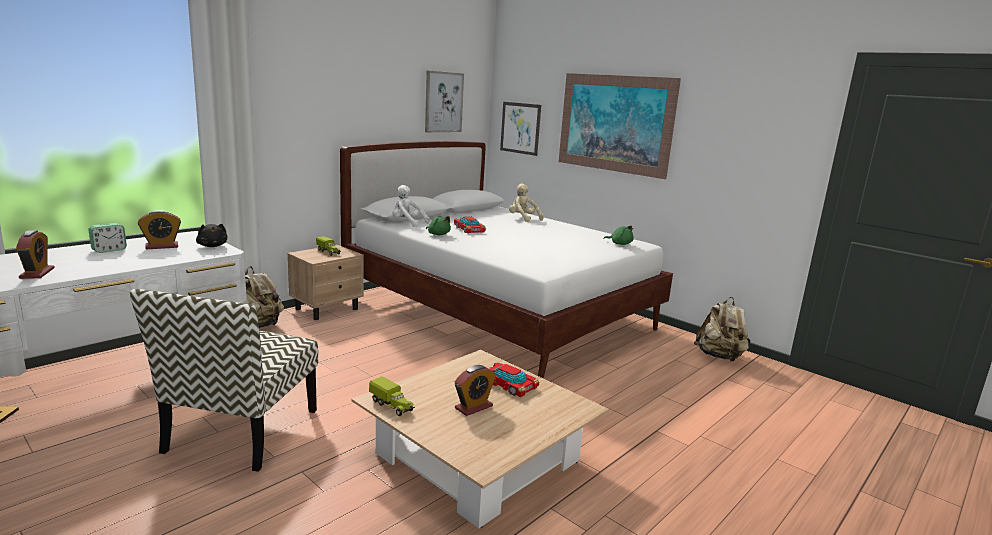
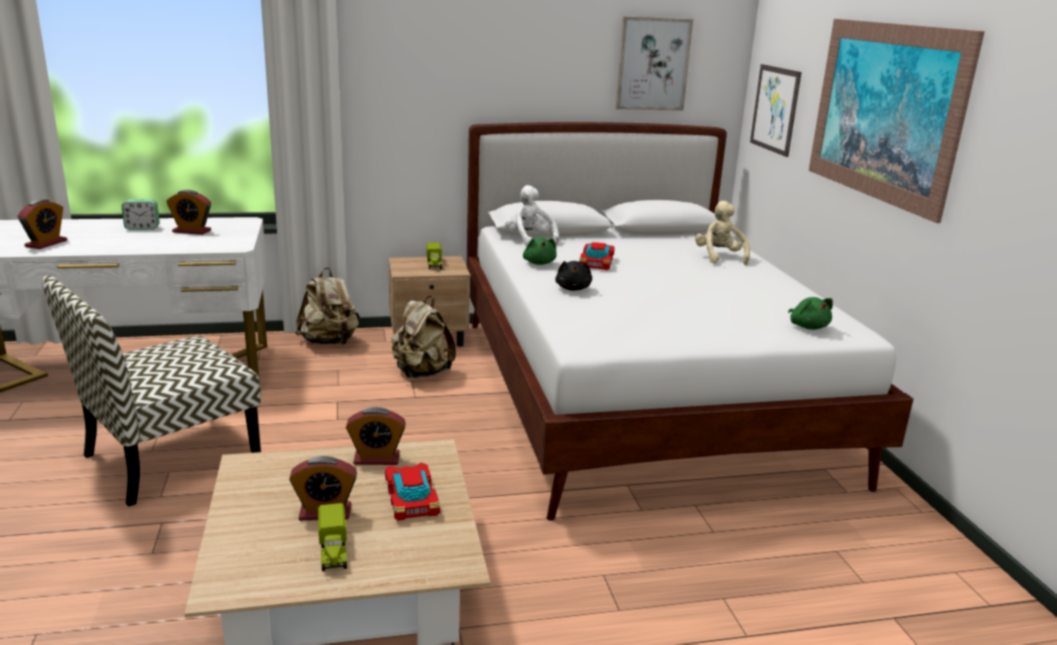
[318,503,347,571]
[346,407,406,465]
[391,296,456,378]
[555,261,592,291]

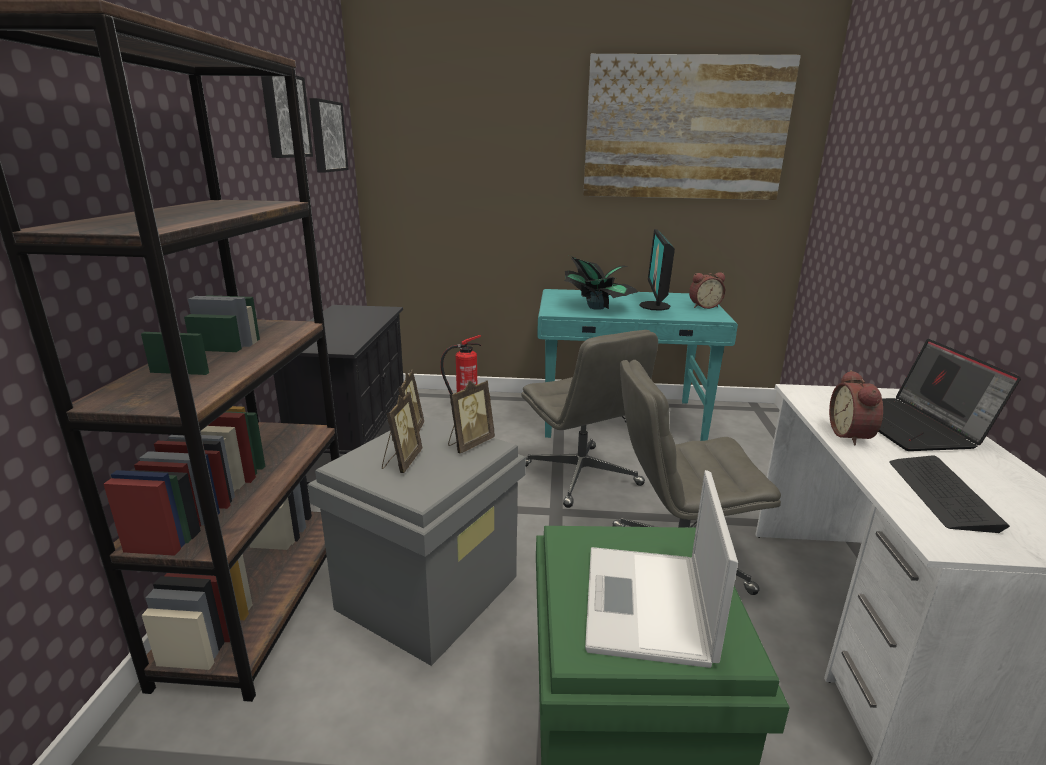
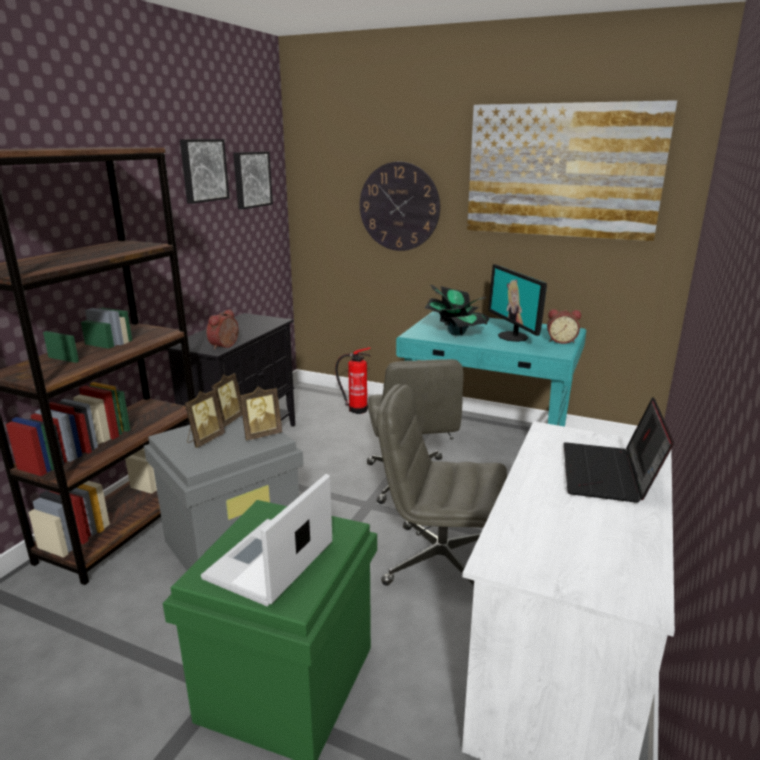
[207,309,239,350]
[360,162,440,251]
[488,264,547,342]
[889,455,1010,533] (first image)

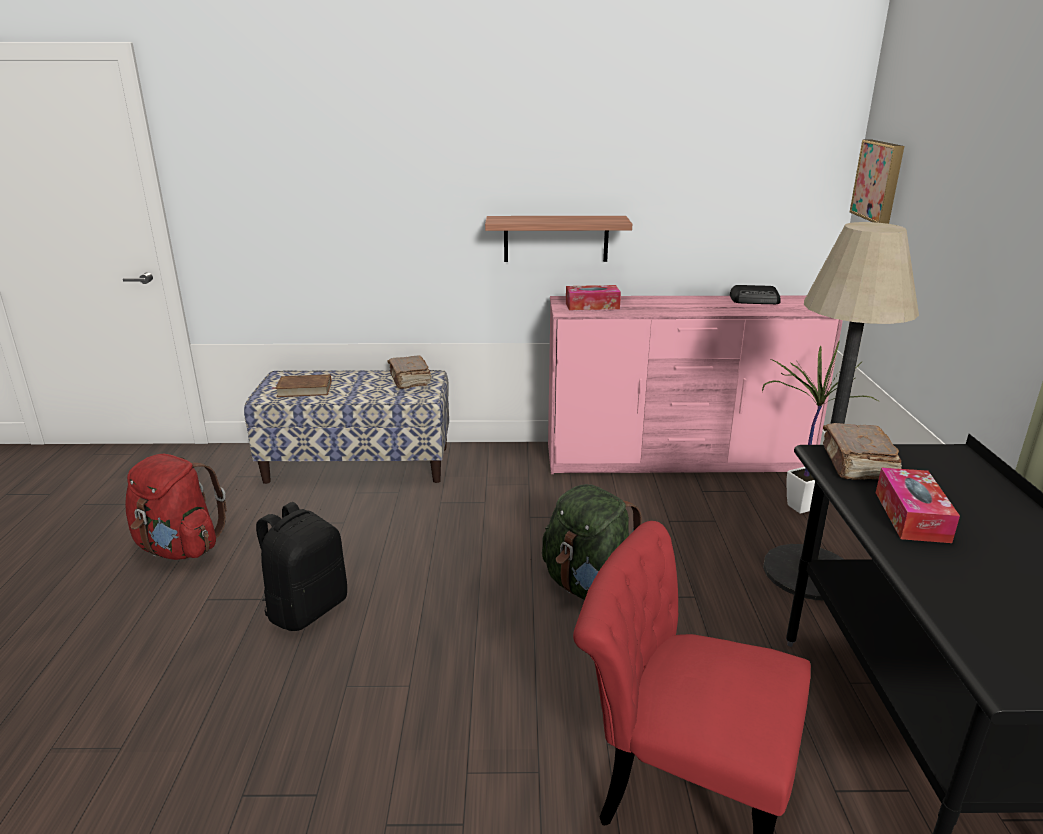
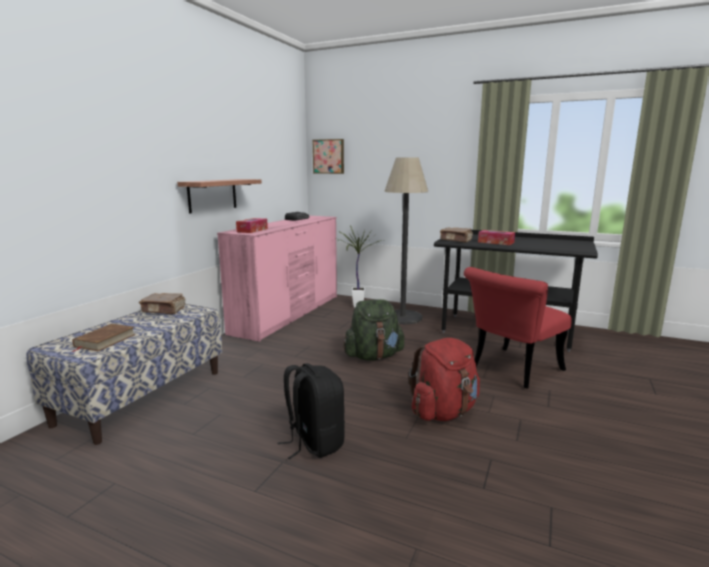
[409,338,480,421]

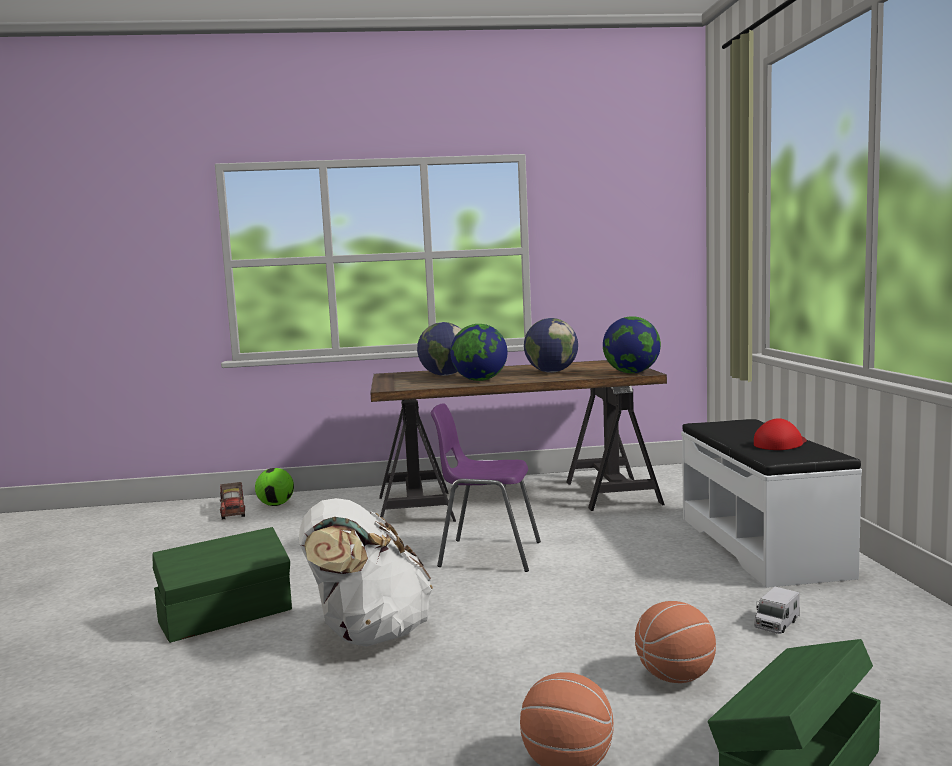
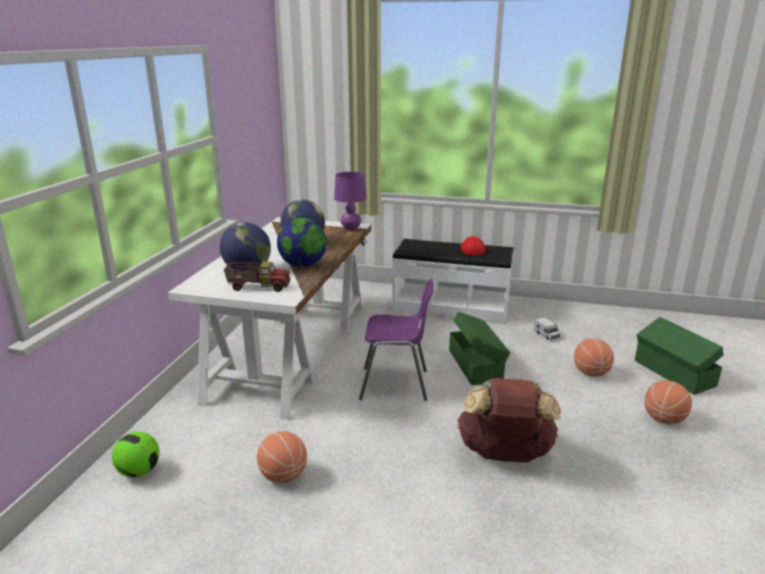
[168,217,371,420]
[224,261,290,292]
[257,431,307,483]
[334,172,367,230]
[359,279,433,401]
[449,312,511,385]
[458,378,561,462]

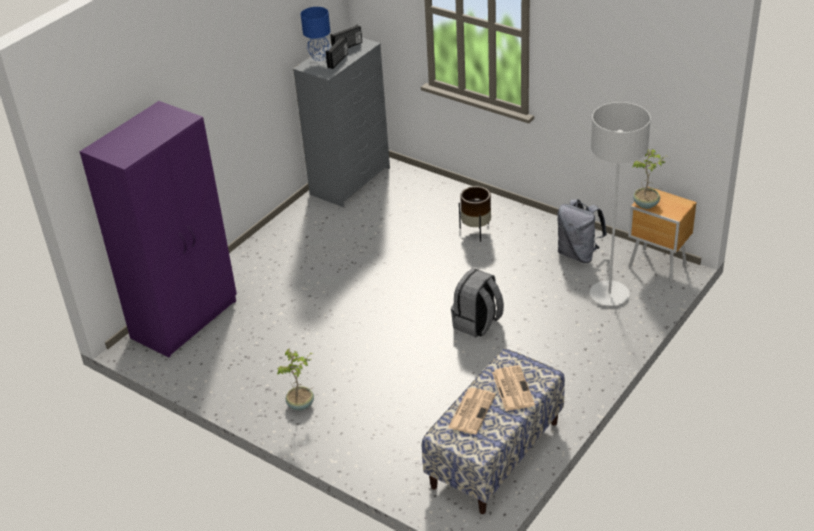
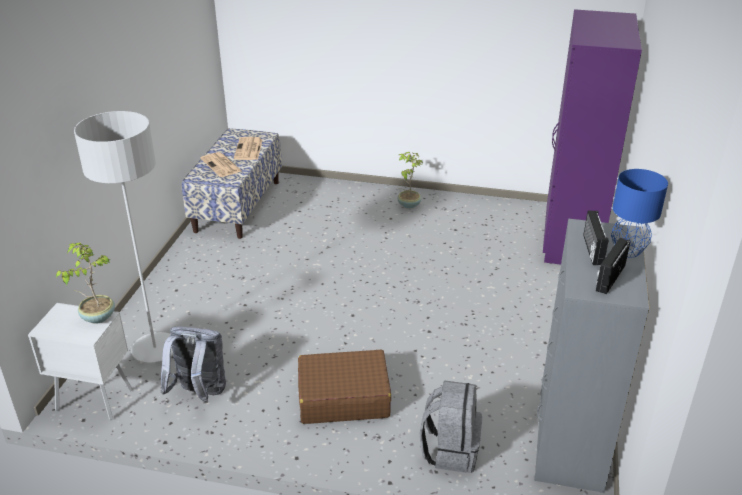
[28,303,133,420]
[298,350,391,424]
[420,380,482,473]

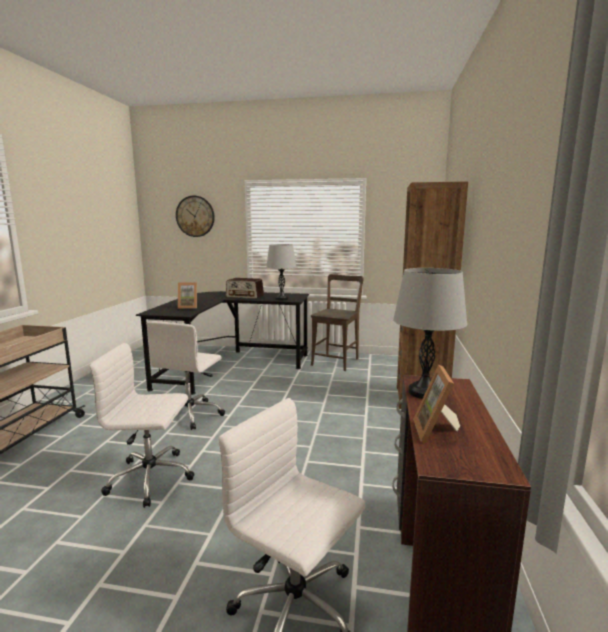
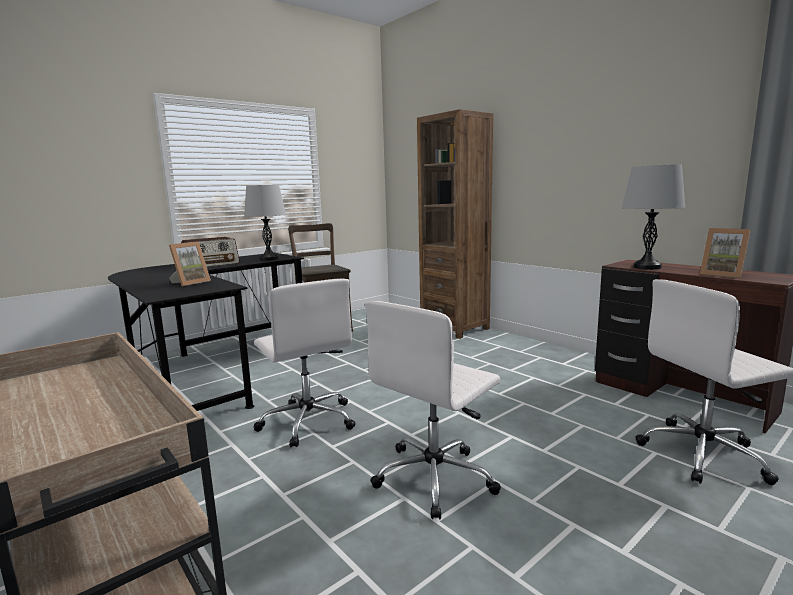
[176,196,215,237] (first image)

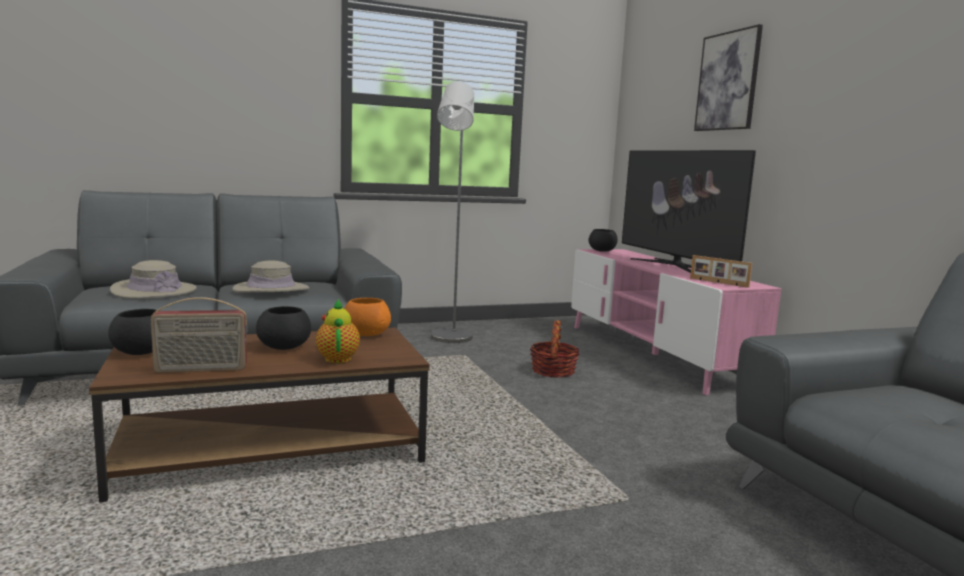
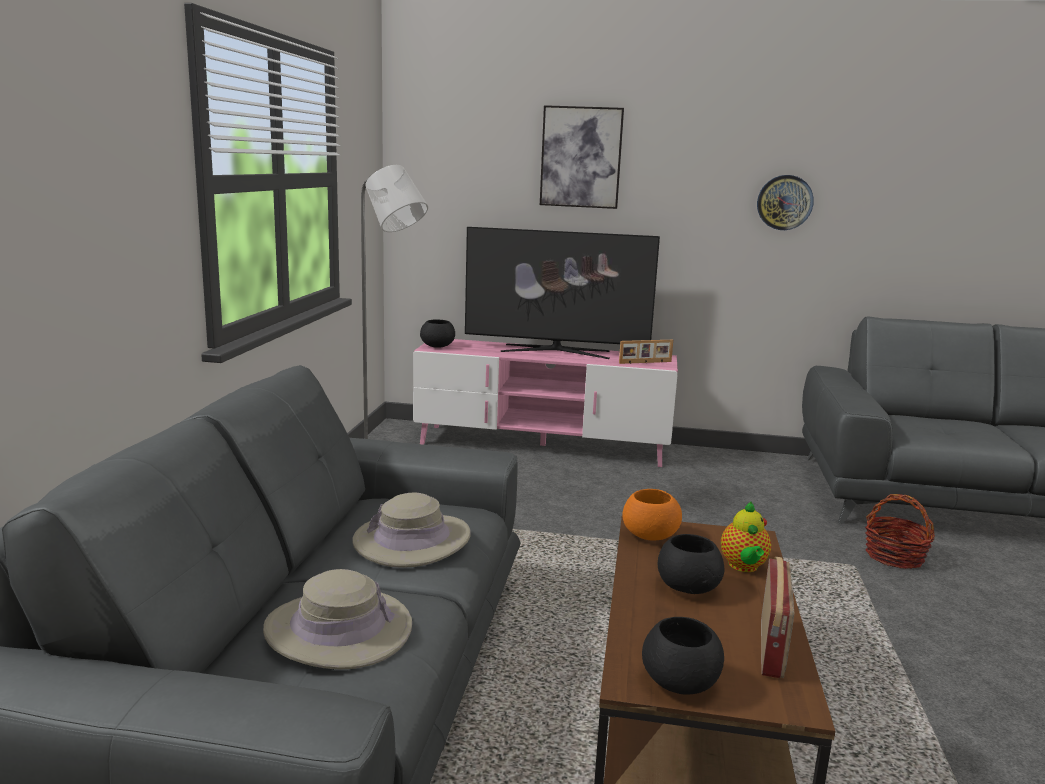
[721,502,771,572]
[757,175,814,230]
[865,494,935,569]

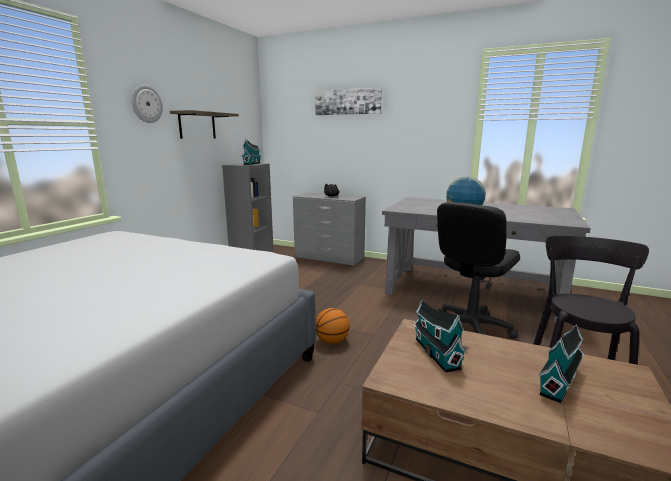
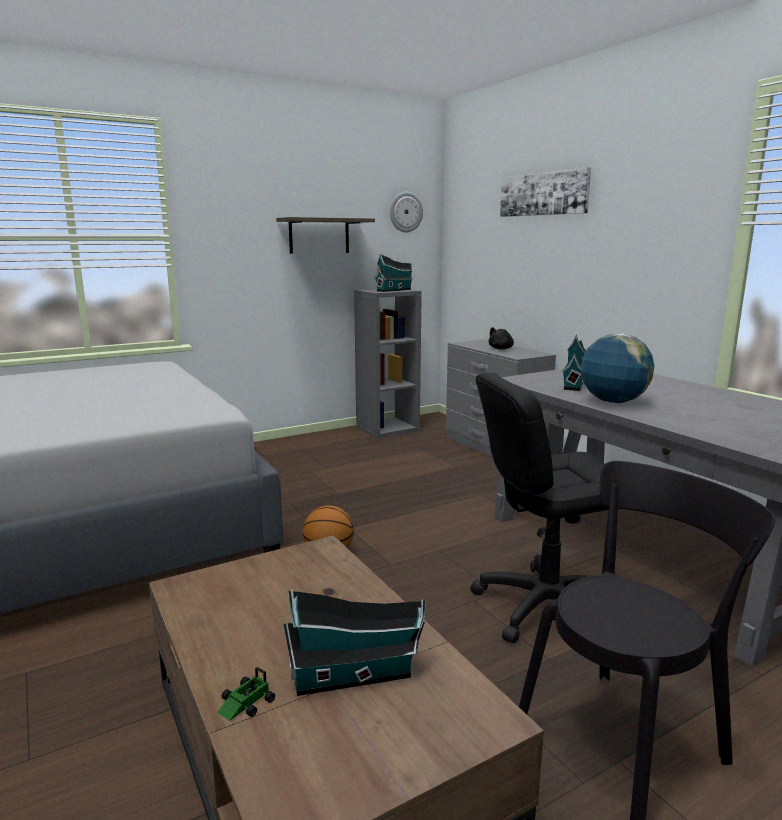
[217,667,275,721]
[390,192,423,232]
[562,334,587,391]

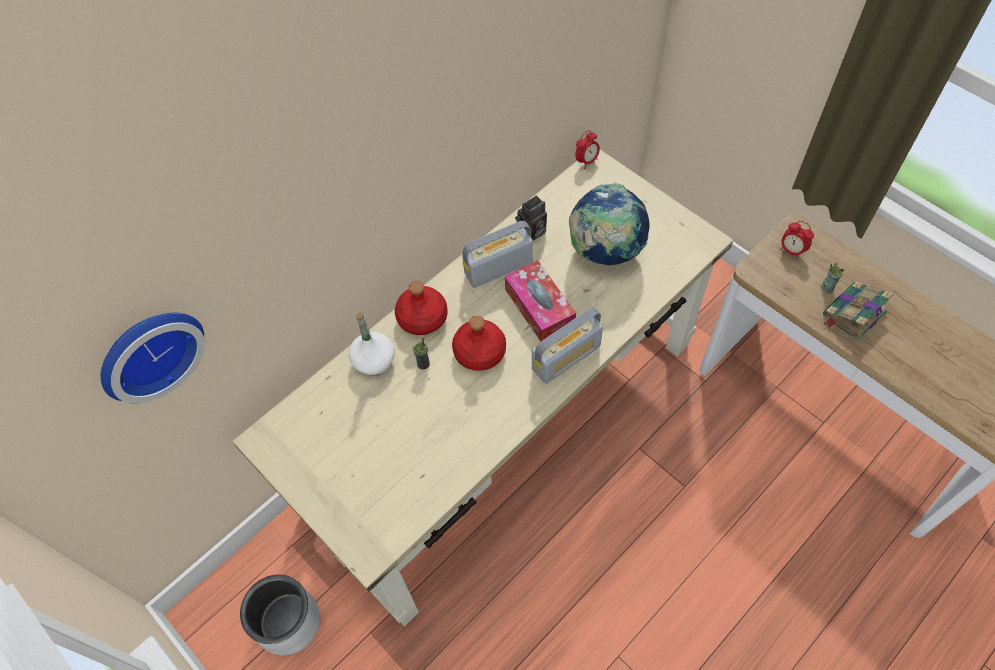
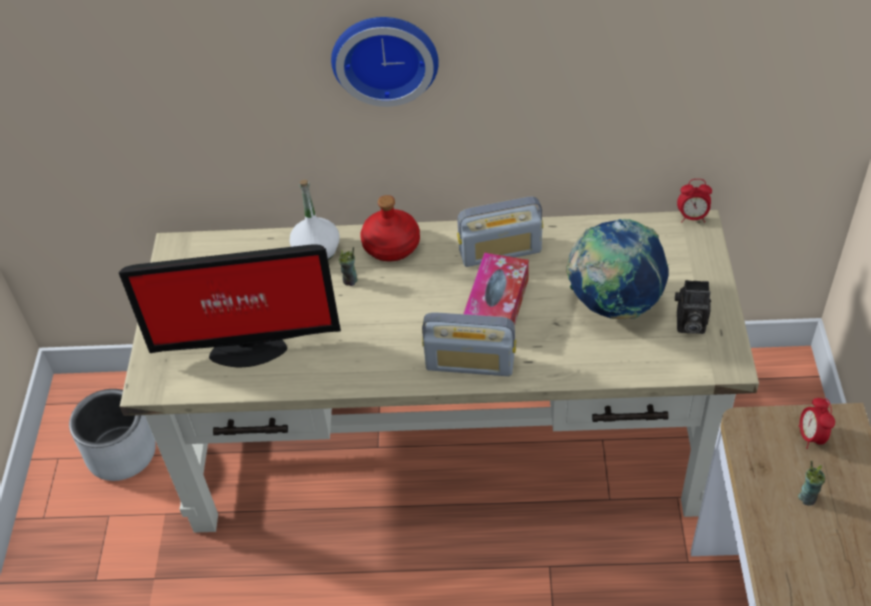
[119,244,341,367]
[331,17,439,107]
[457,196,543,267]
[675,280,711,334]
[452,316,506,371] (first image)
[823,281,894,342] (first image)

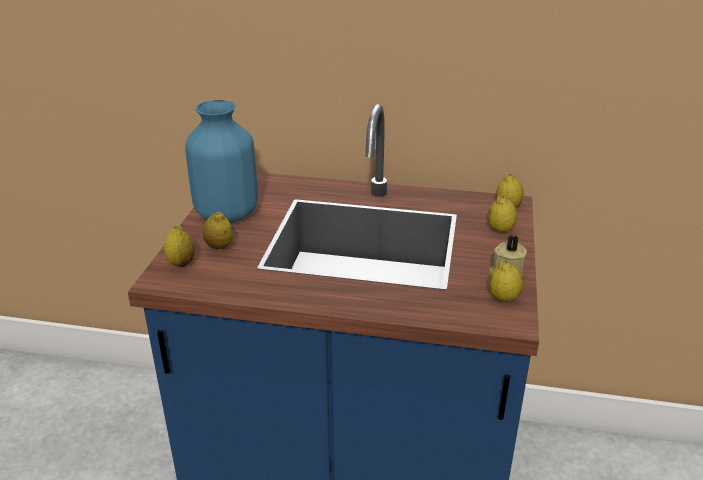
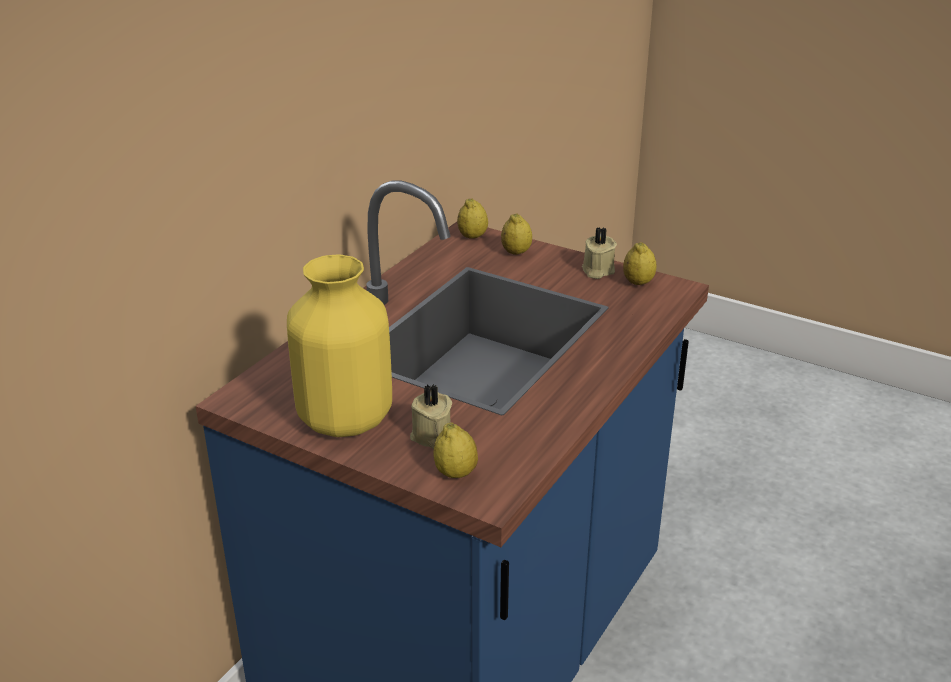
[287,254,392,437]
[410,384,452,449]

